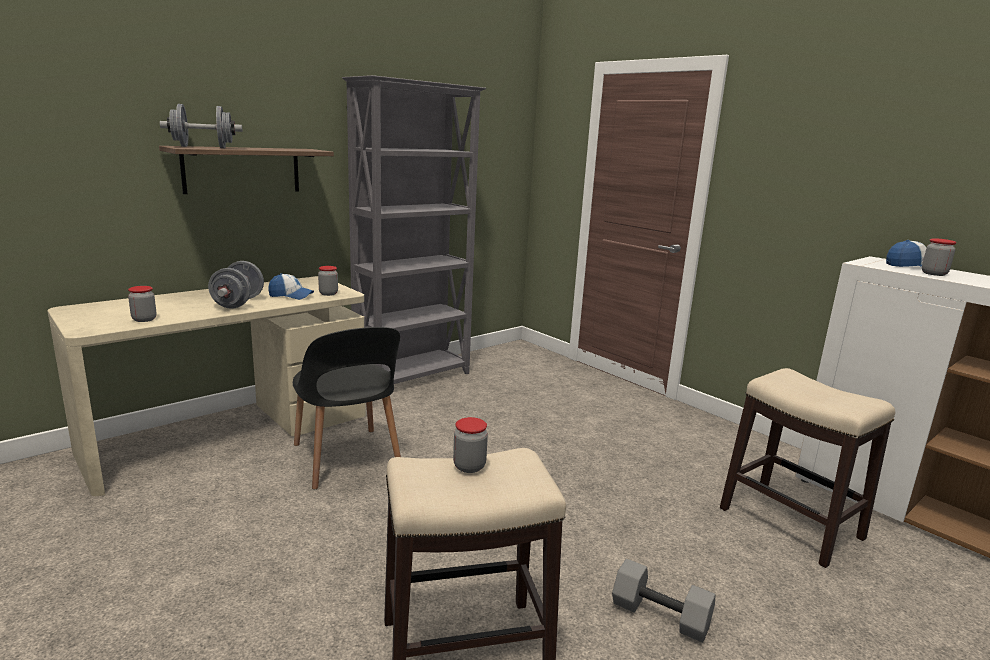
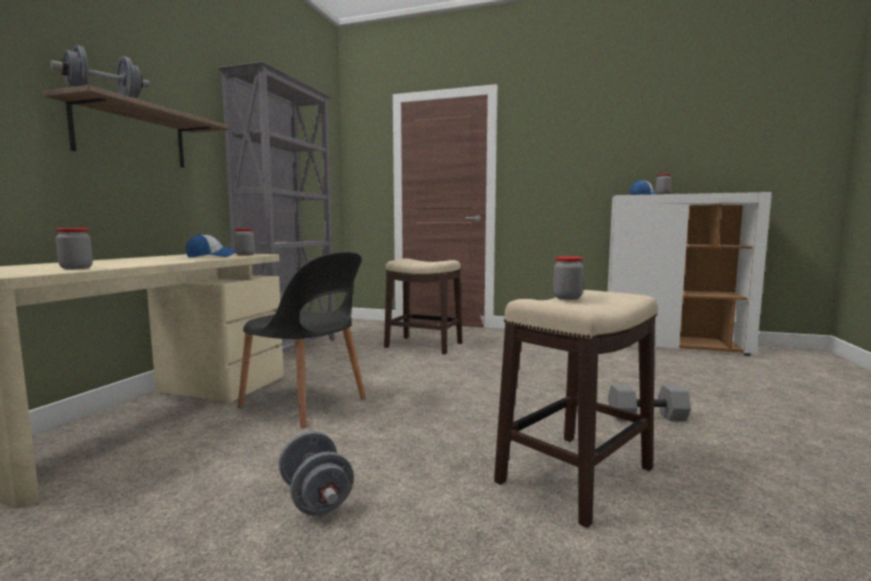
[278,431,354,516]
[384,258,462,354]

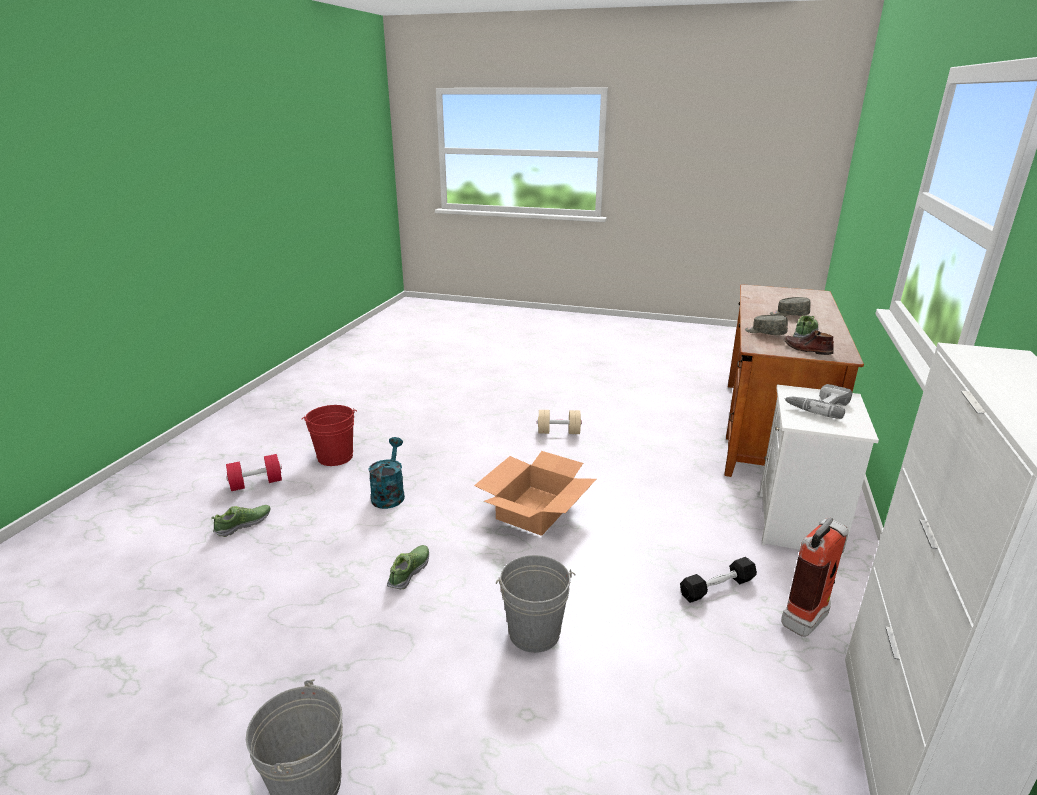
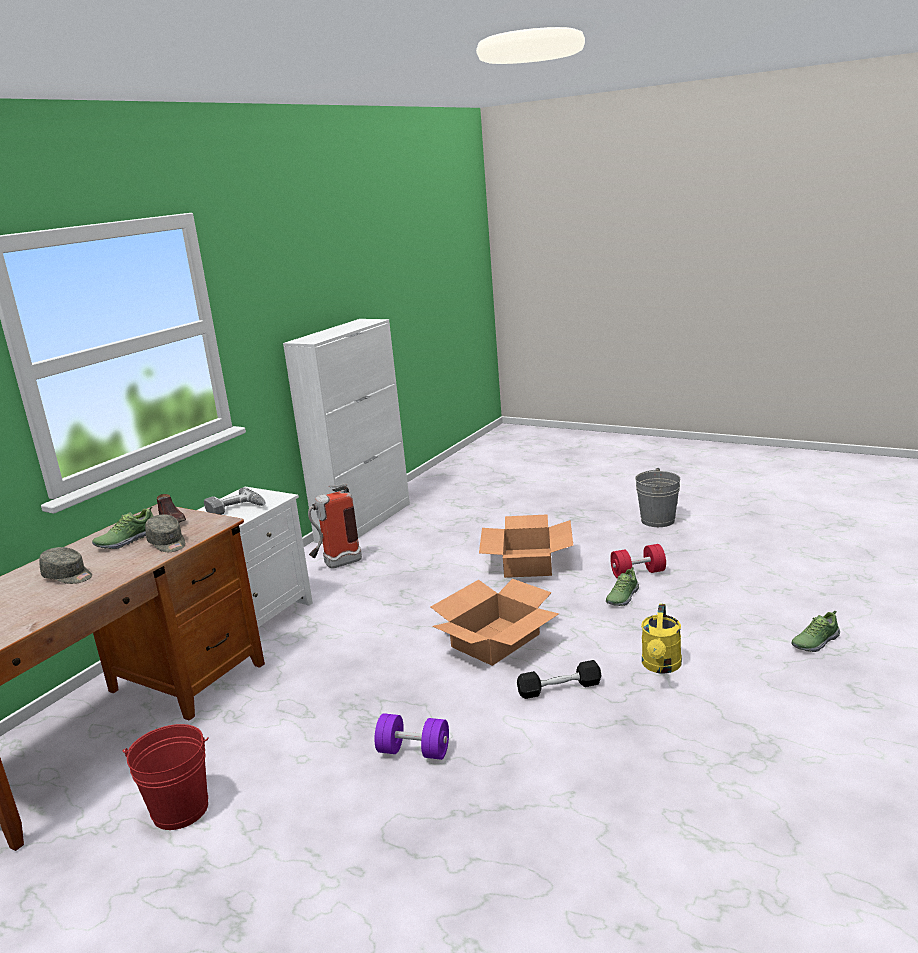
[123,724,209,830]
[375,713,449,760]
[479,514,573,578]
[517,660,601,699]
[610,544,666,579]
[641,604,682,674]

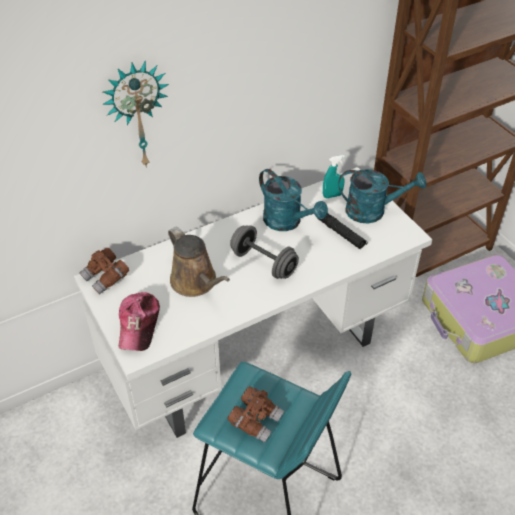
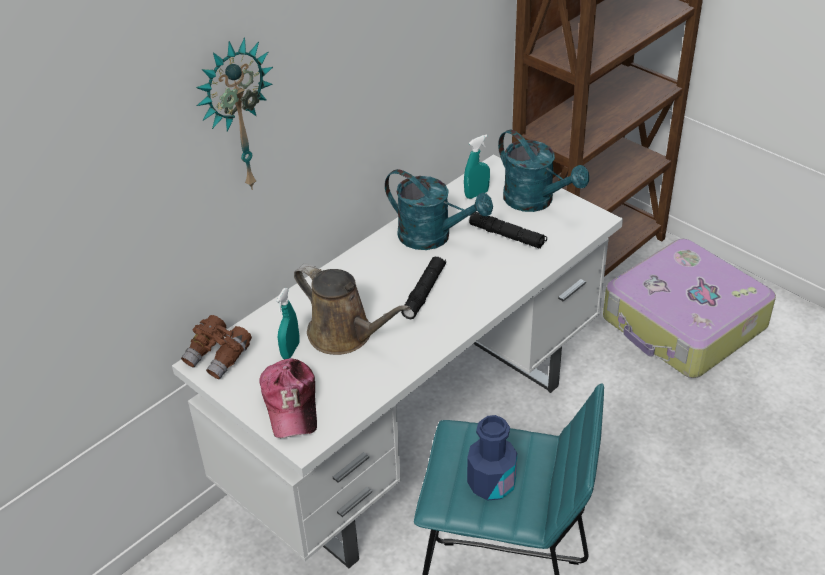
[276,288,300,359]
[401,257,446,319]
[467,415,517,500]
[498,130,589,212]

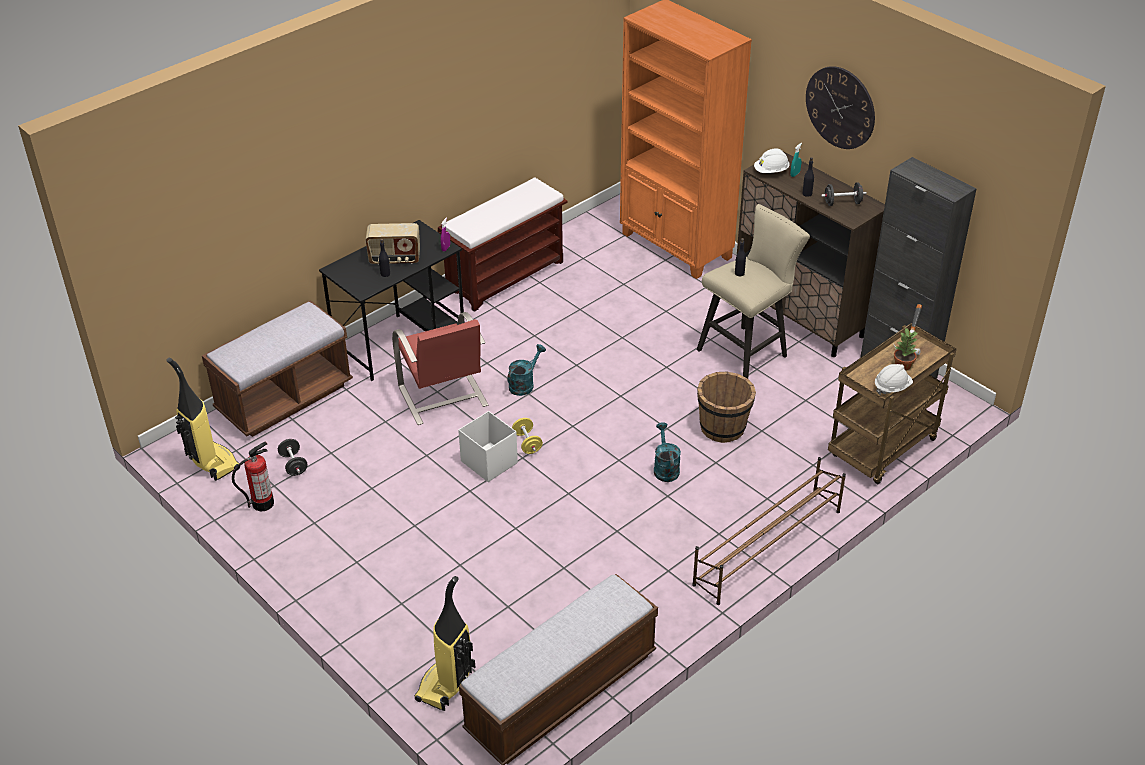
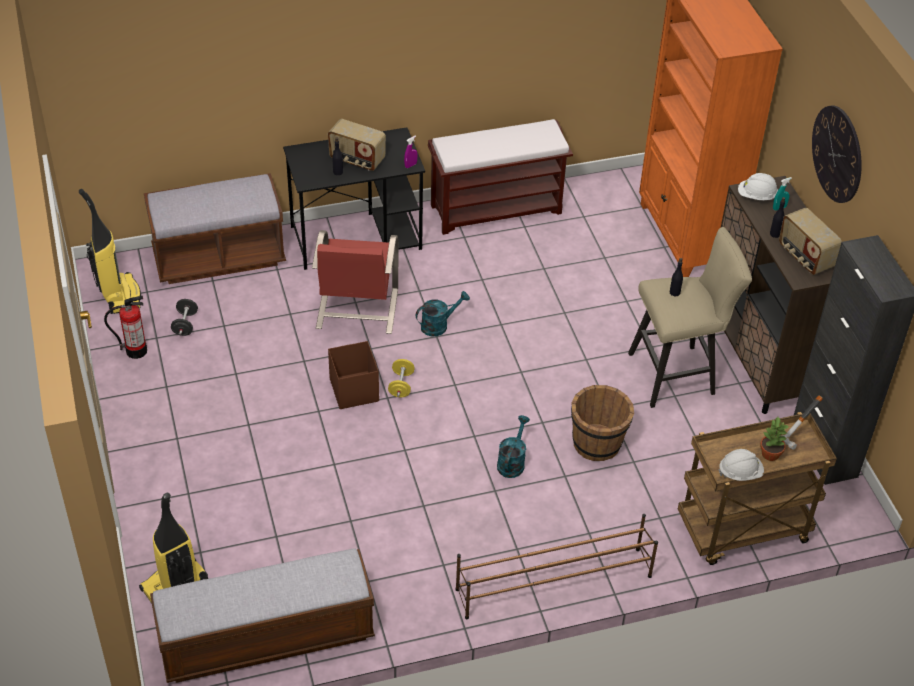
[328,341,379,409]
[779,208,842,275]

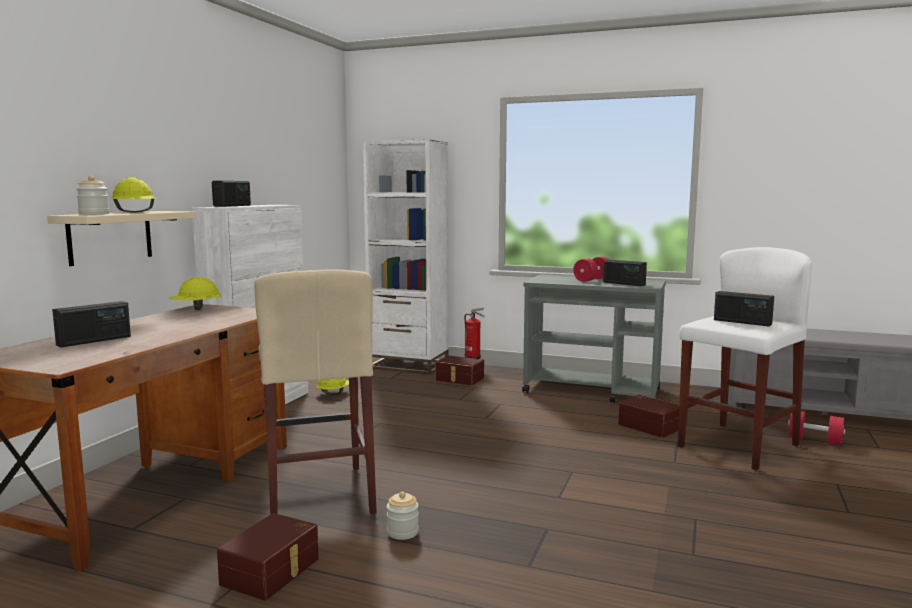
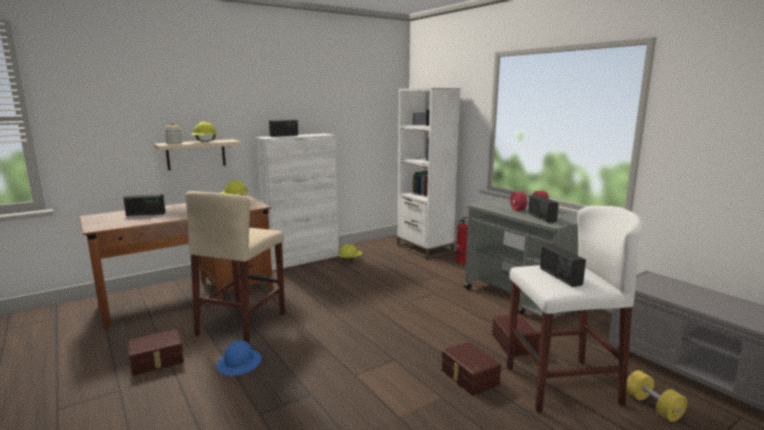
[216,340,262,376]
[441,342,501,396]
[626,370,687,422]

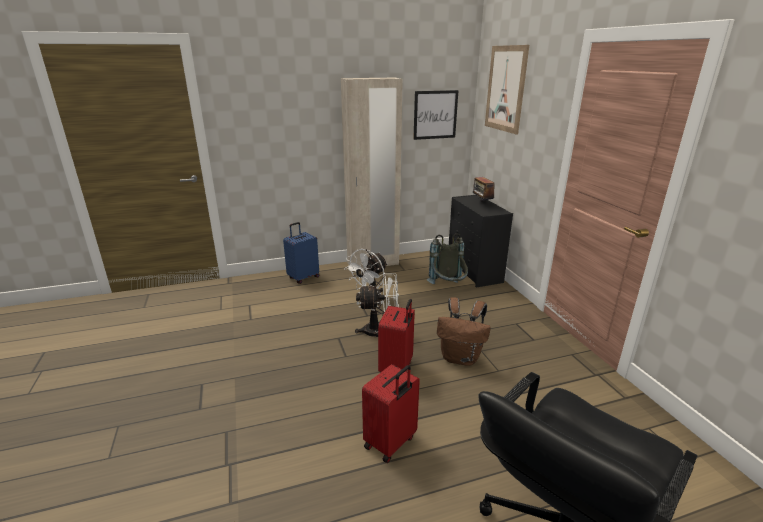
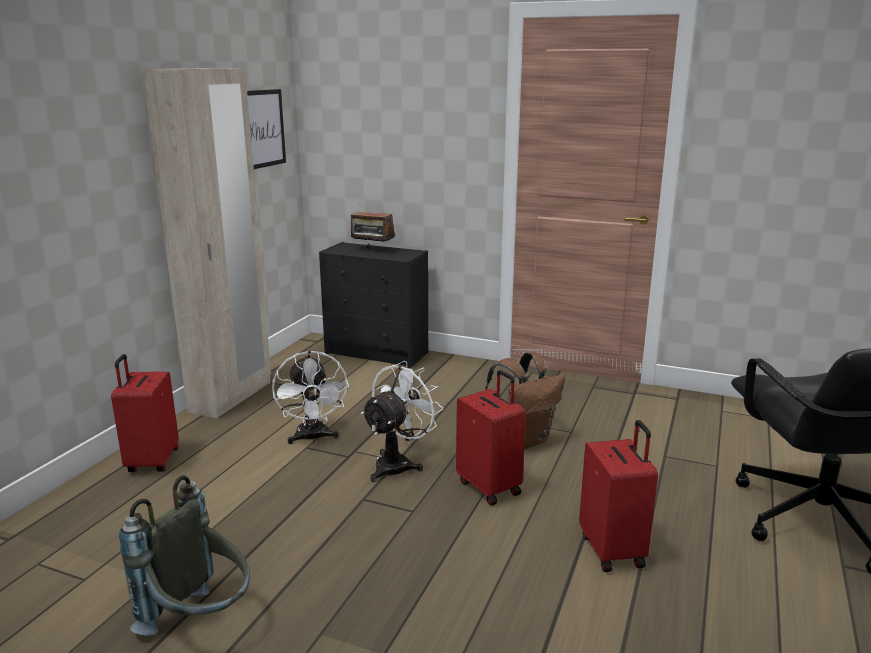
[111,354,179,472]
[119,475,250,635]
[485,45,529,135] (first image)

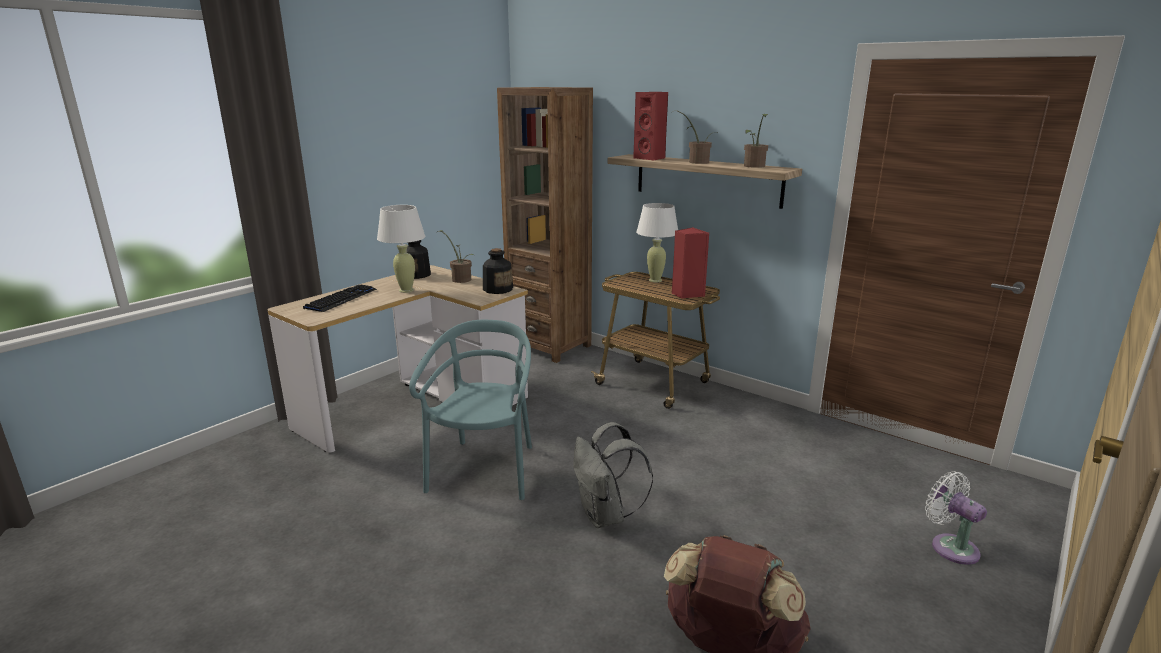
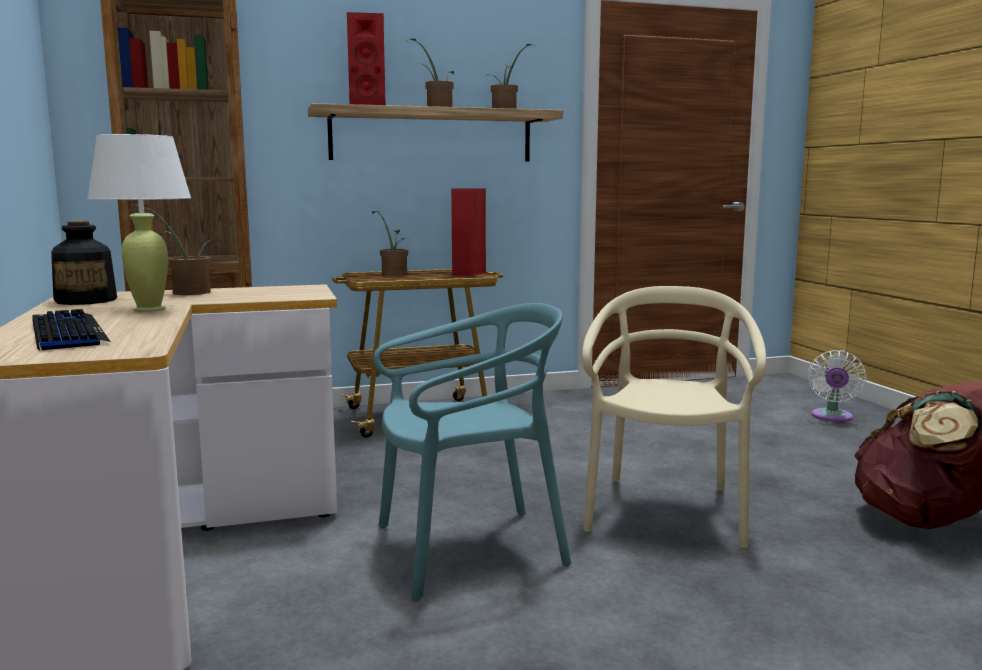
[372,211,409,276]
[373,303,571,600]
[582,286,766,548]
[808,350,866,422]
[483,248,513,294] (first image)

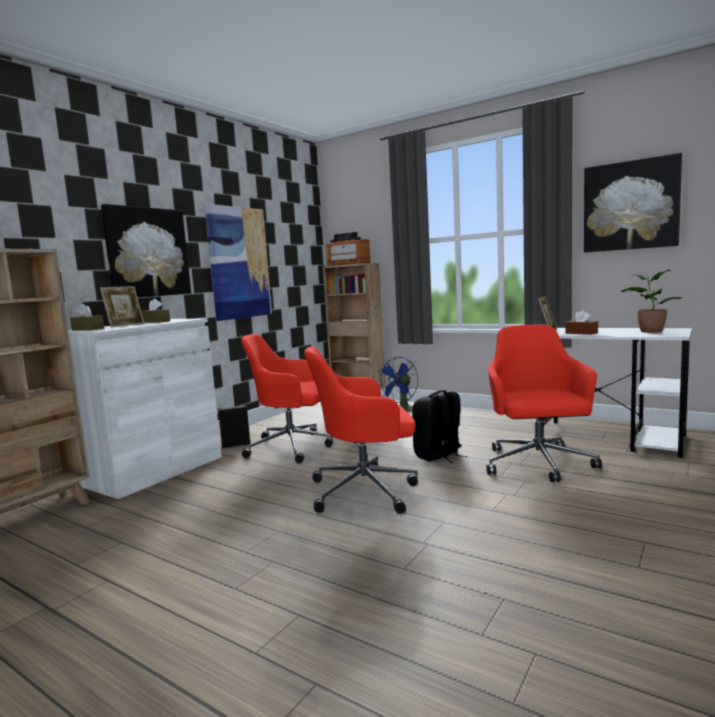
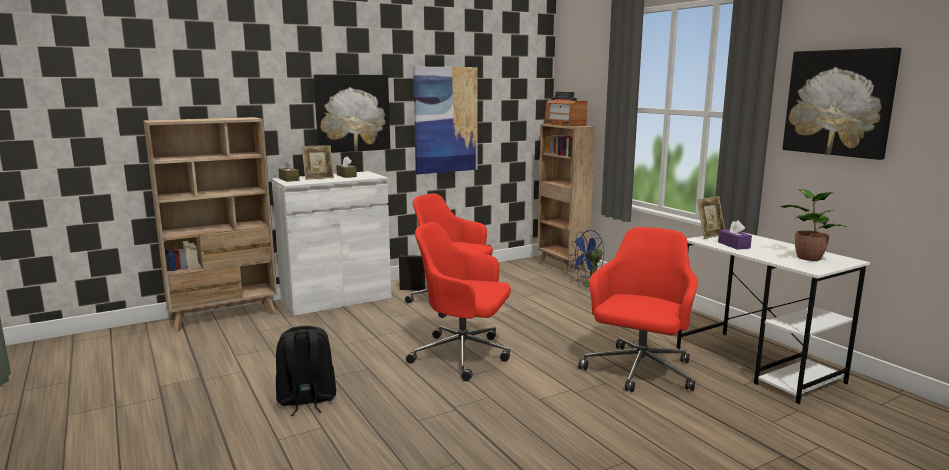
[276,326,336,416]
[718,220,752,250]

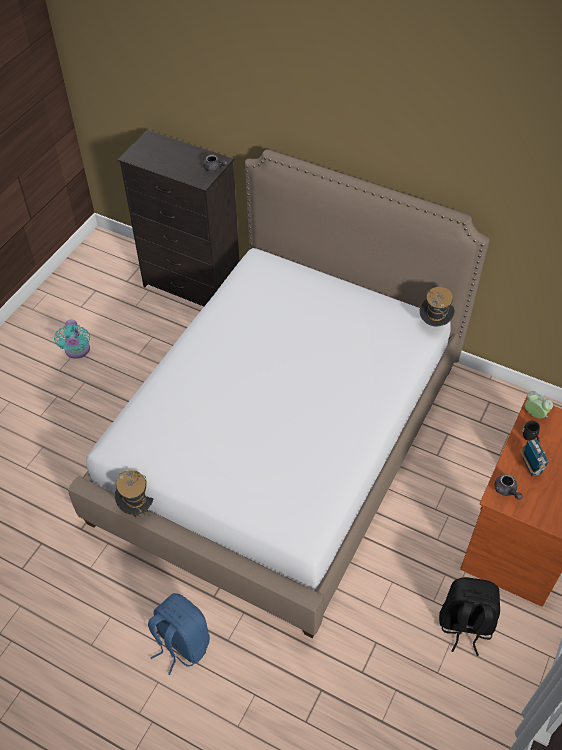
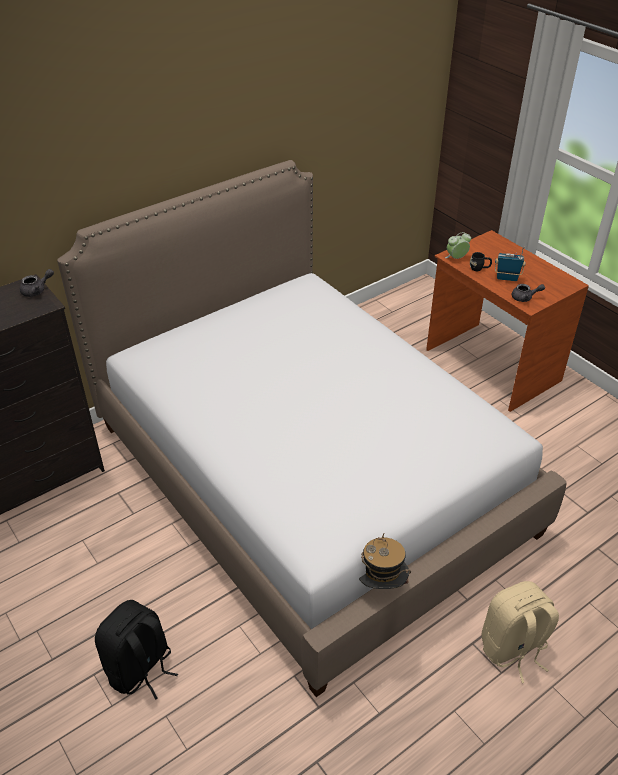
[95,600,178,700]
[482,581,559,683]
[54,319,90,359] (first image)
[420,287,455,327] (first image)

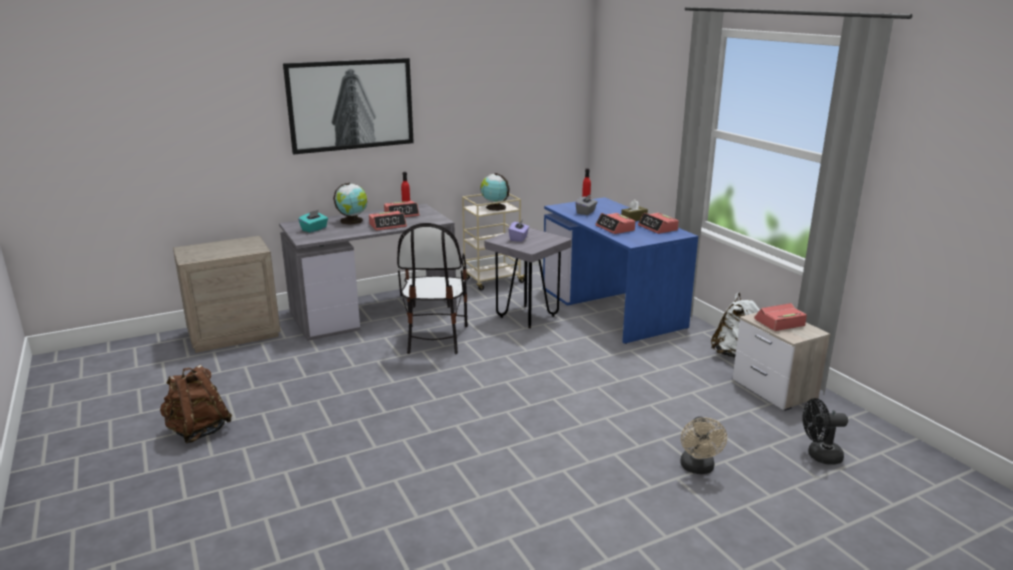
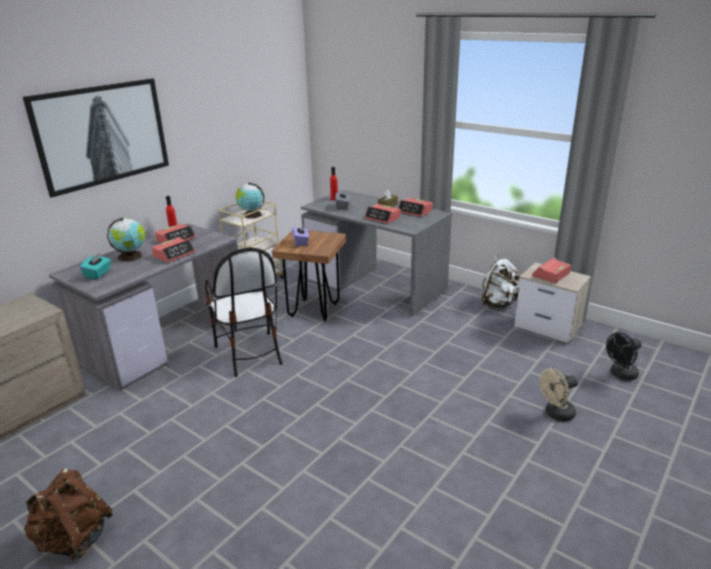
[272,230,346,321]
[301,190,452,316]
[540,368,578,421]

